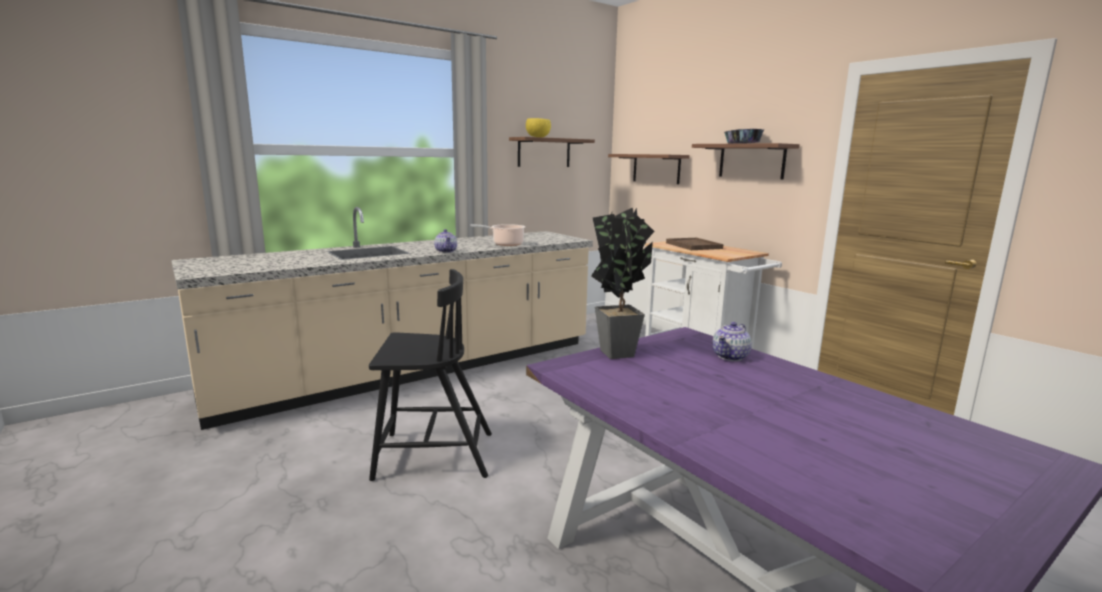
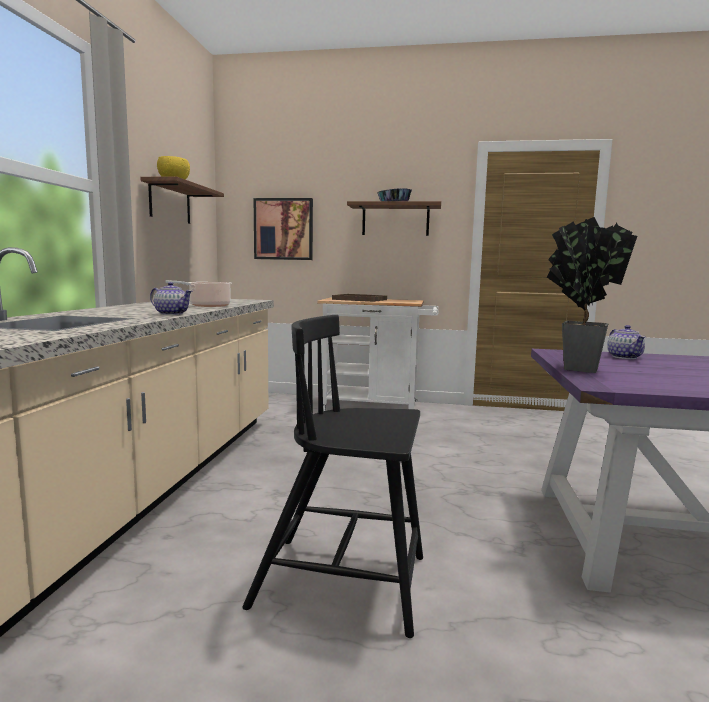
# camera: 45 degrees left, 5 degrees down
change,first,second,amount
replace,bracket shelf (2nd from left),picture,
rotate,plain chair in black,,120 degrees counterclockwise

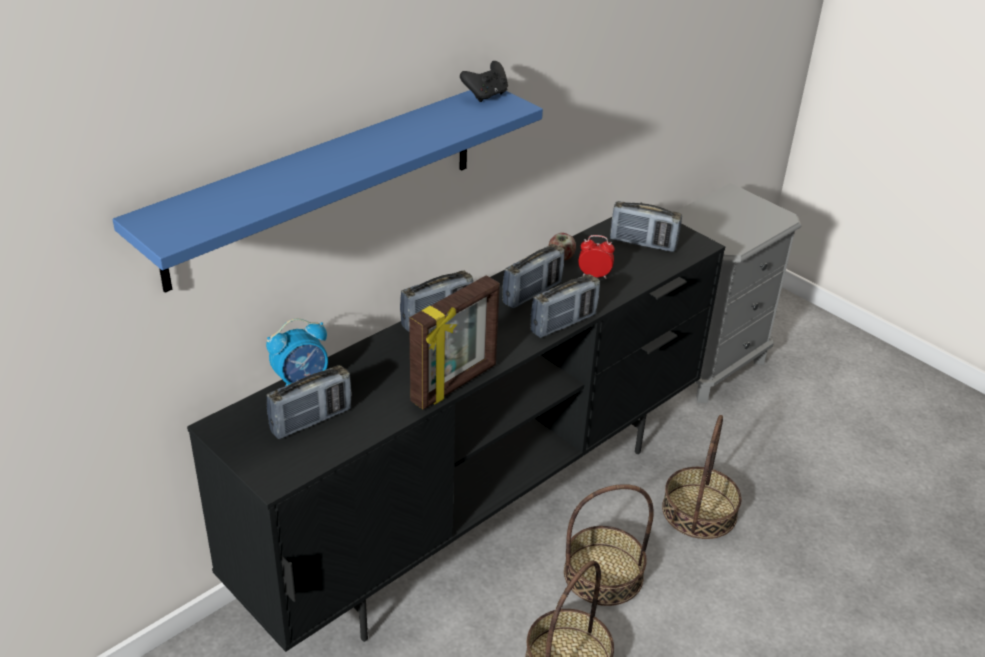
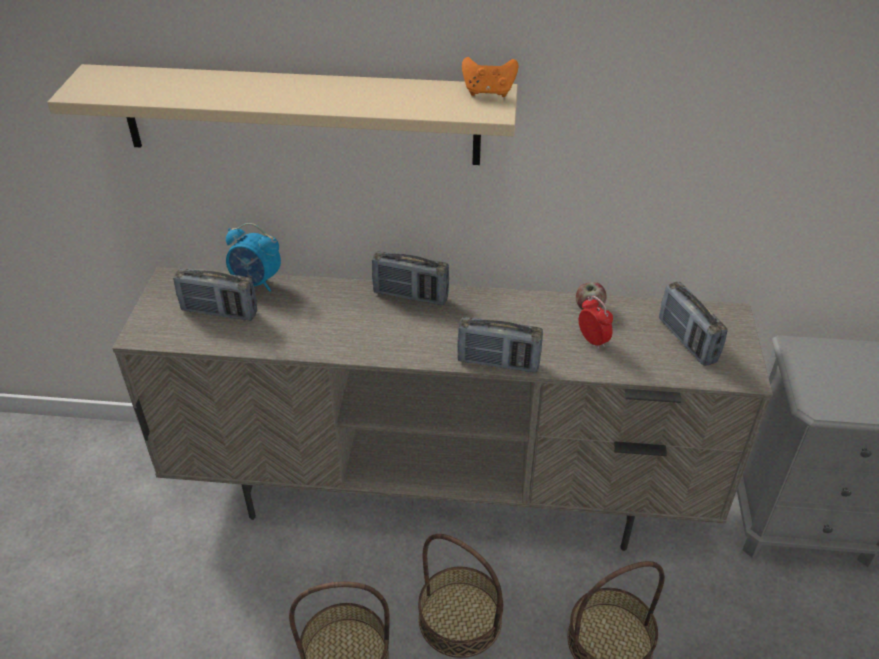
# camera: 50 degrees right, 5 degrees up
change,first,second,amount
recolor,joypad in black,joypad in orange,
recolor,bracket shelf in bluish,bracket shelf in beige,
recolor,tv stand in black,tv stand in beige,
delete,radio (3rd from left),,
delete,picture frame,,

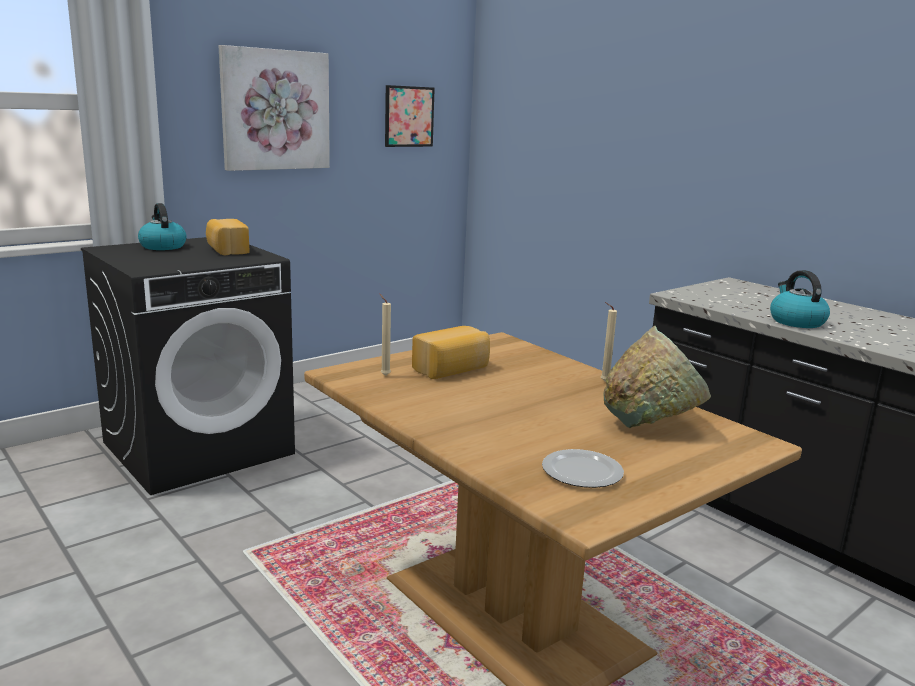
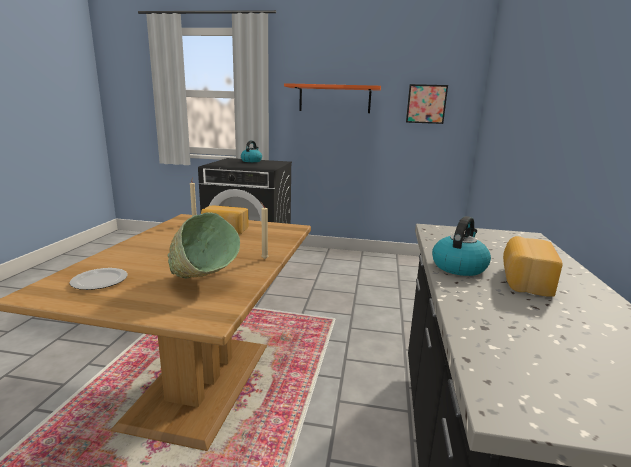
# camera: 50 degrees right, 0 degrees up
change,first,second,amount
replace,picture (1st from left),bracket shelf in orange,
move,baked bread (1st from left in the first image),baked bread (2nd from left),

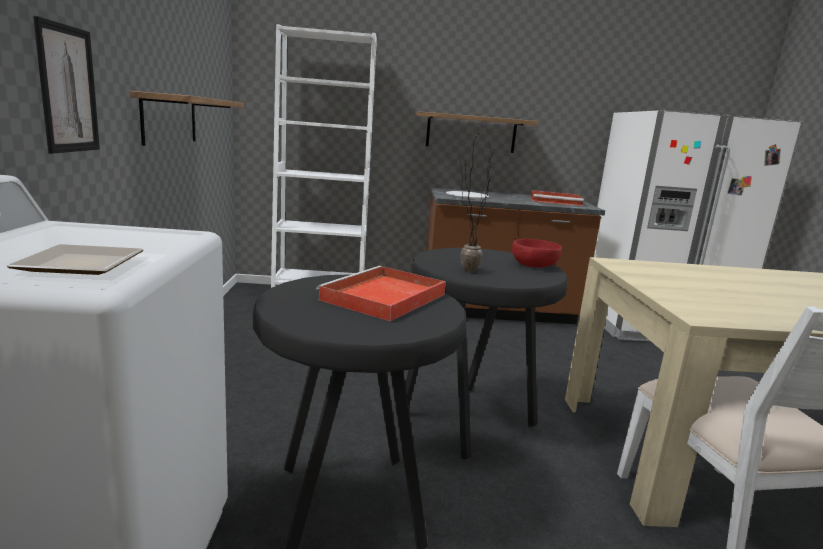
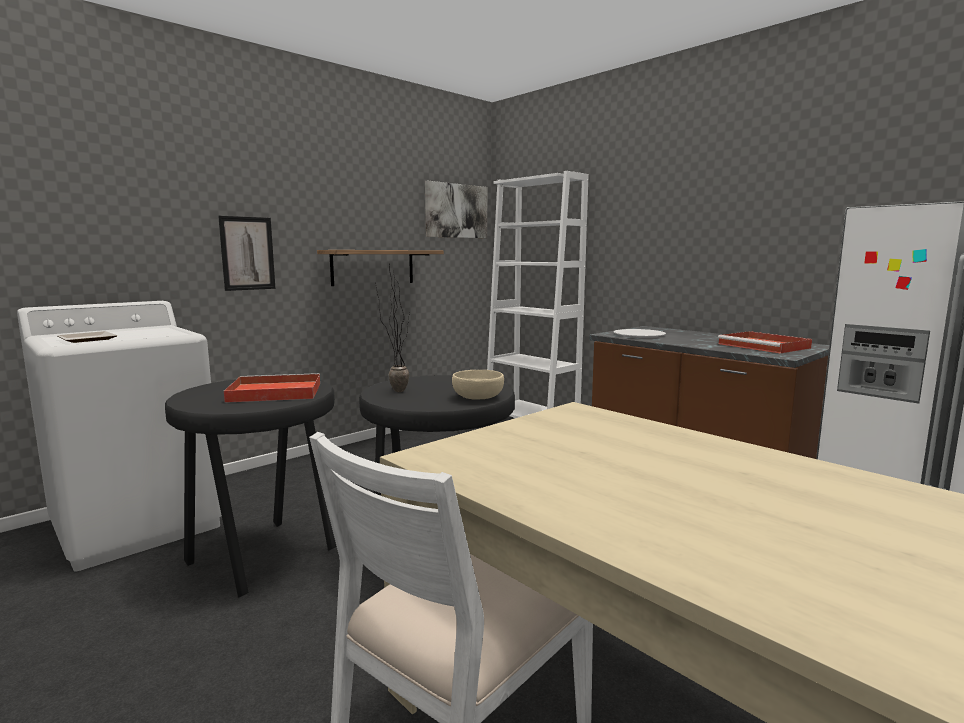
# camera: 50 degrees right, 5 degrees down
change,first,second,amount
delete,bracket shelf (2nd from left),,
recolor,bowl in red,bowl in beige,
insert,,picture (2nd from left),

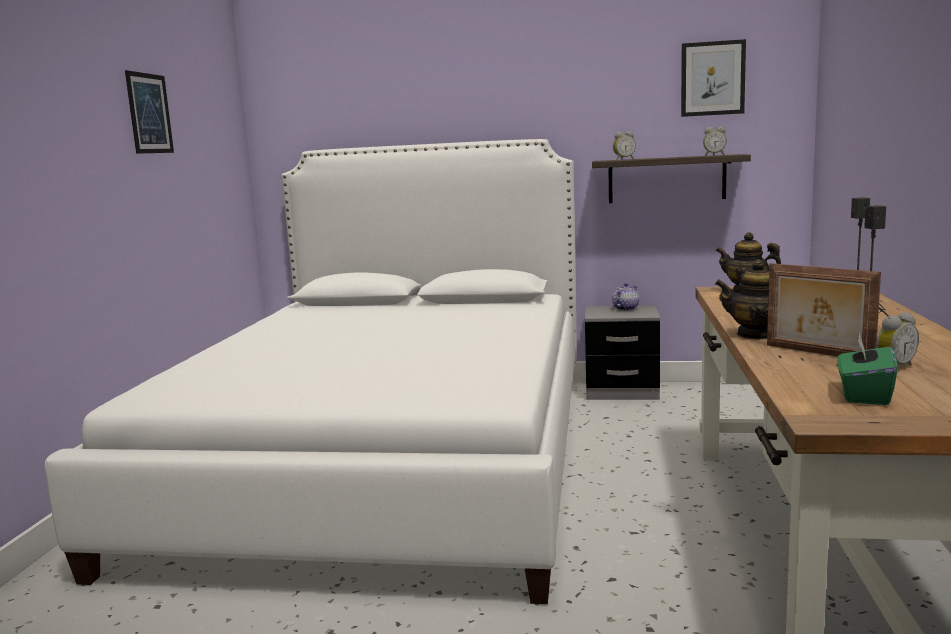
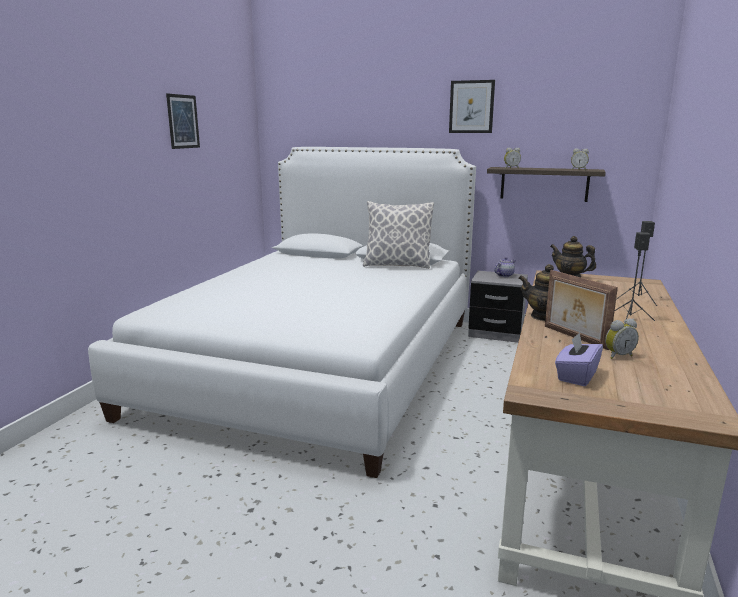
# camera: 10 degrees right, 5 degrees up
change,first,second,amount
move,picture (2nd from left),,
recolor,tissue holder in green-coloured,tissue holder in purplish,
insert,,throw pillow,

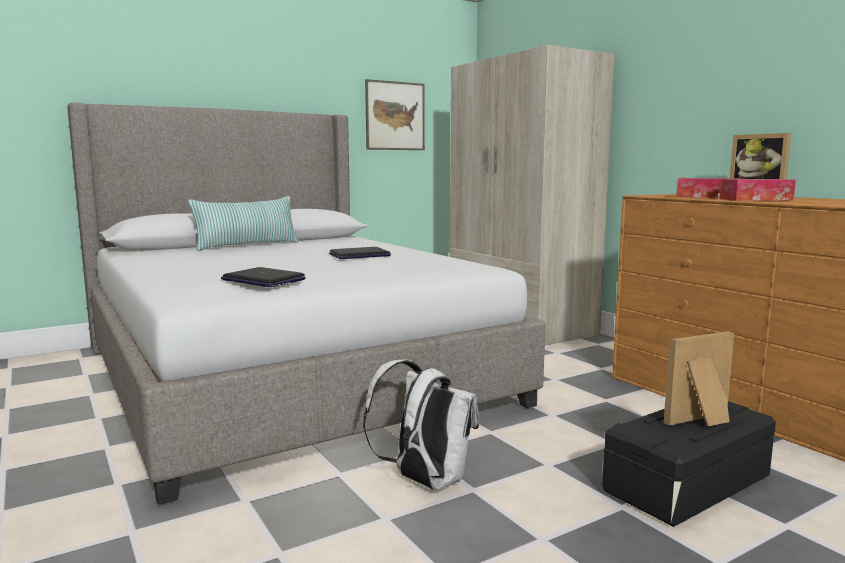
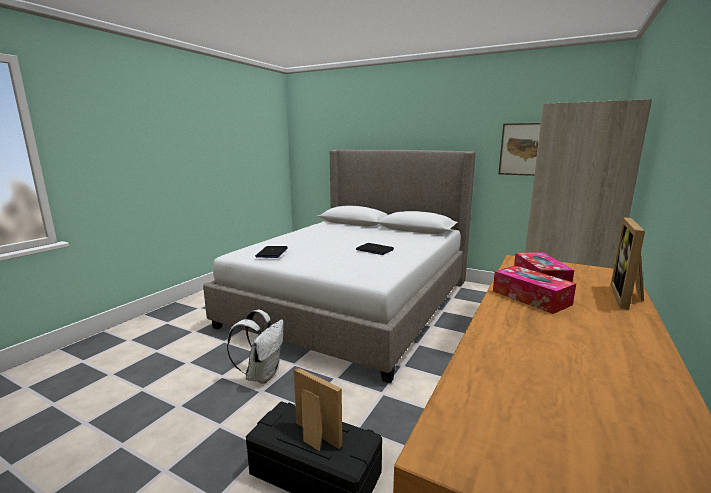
# camera: 60 degrees right, 5 degrees up
change,first,second,amount
delete,throw pillow,,

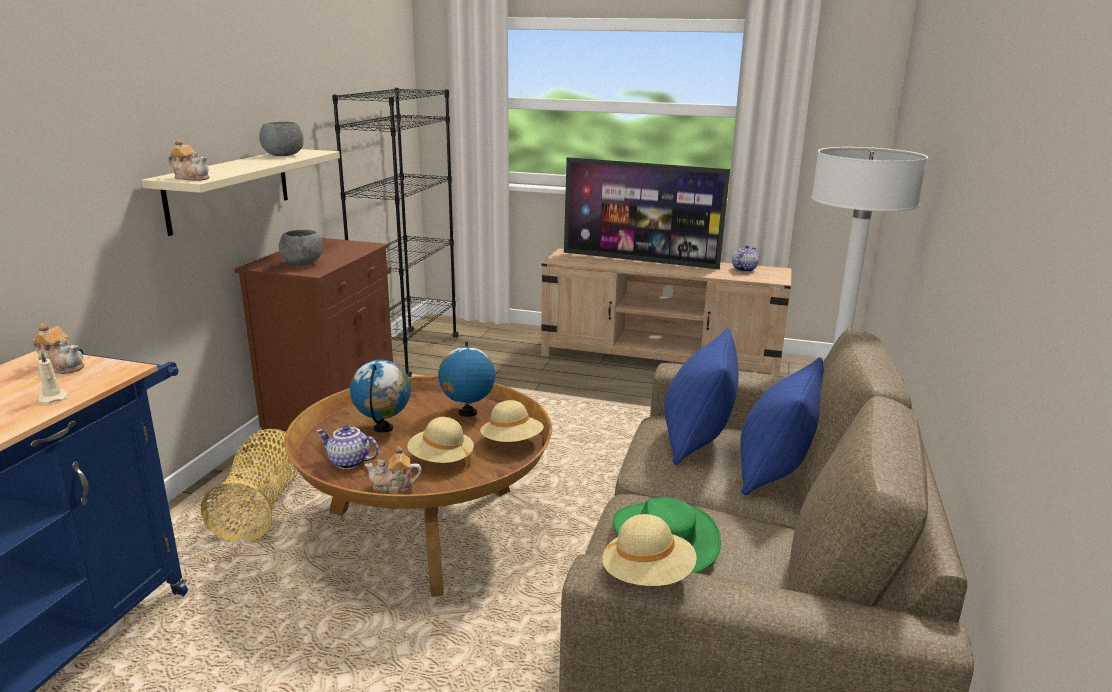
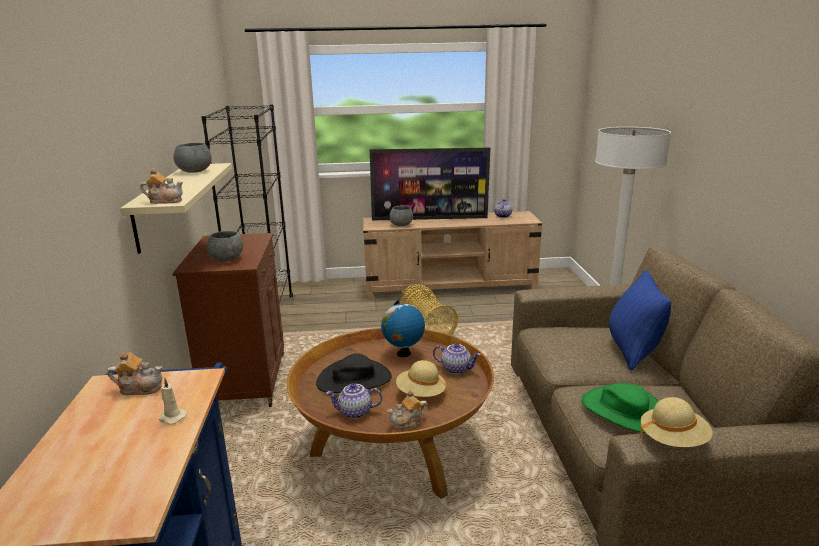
# camera: 20 degrees left, 0 degrees up
change,first,second,amount
delete,throw pillow in bluish (1st from left),,
replace,globe (1st from left),clothing hat in black,
replace,clothing hat in beige (2nd from left),tea pot (5th from left),
move,basket,,
insert,,bowl in greyish (3rd from left),

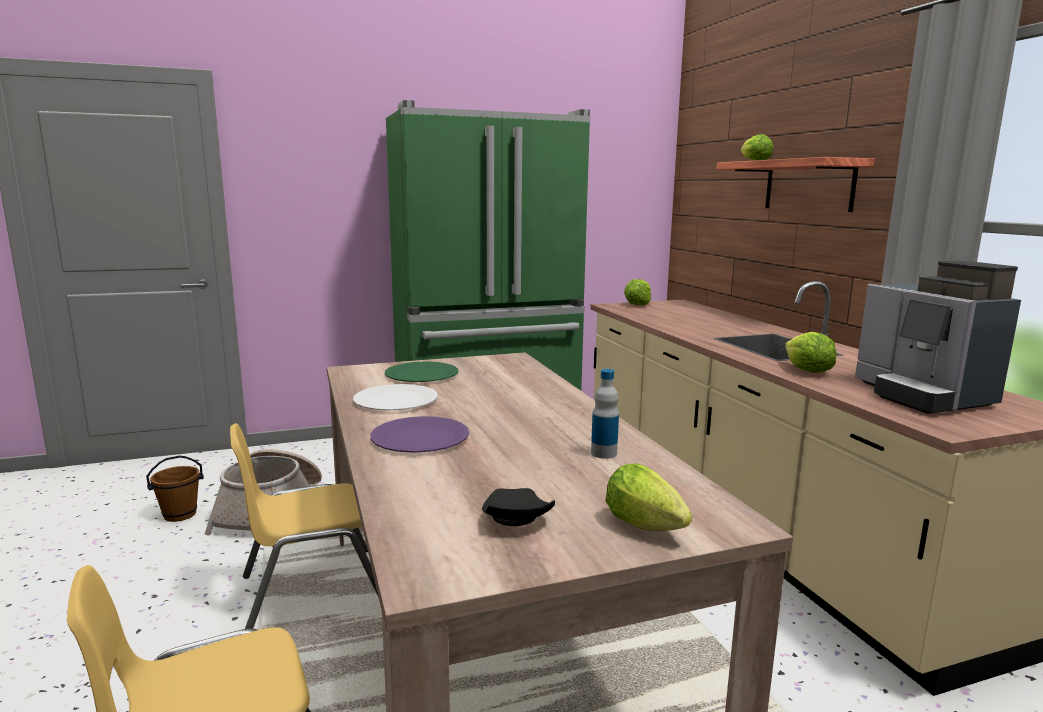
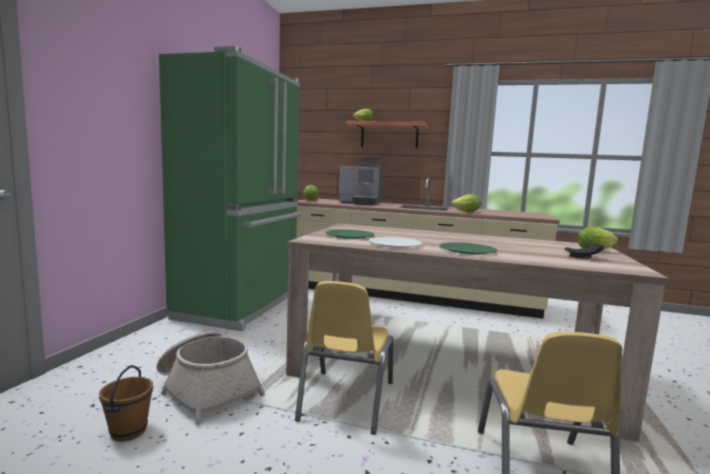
# camera: 55 degrees left, 5 degrees down
change,first,second,amount
move,coffee machine,,
delete,bottle,,
recolor,flat dish in purplish,flat dish in green-coloured (2nd from left),

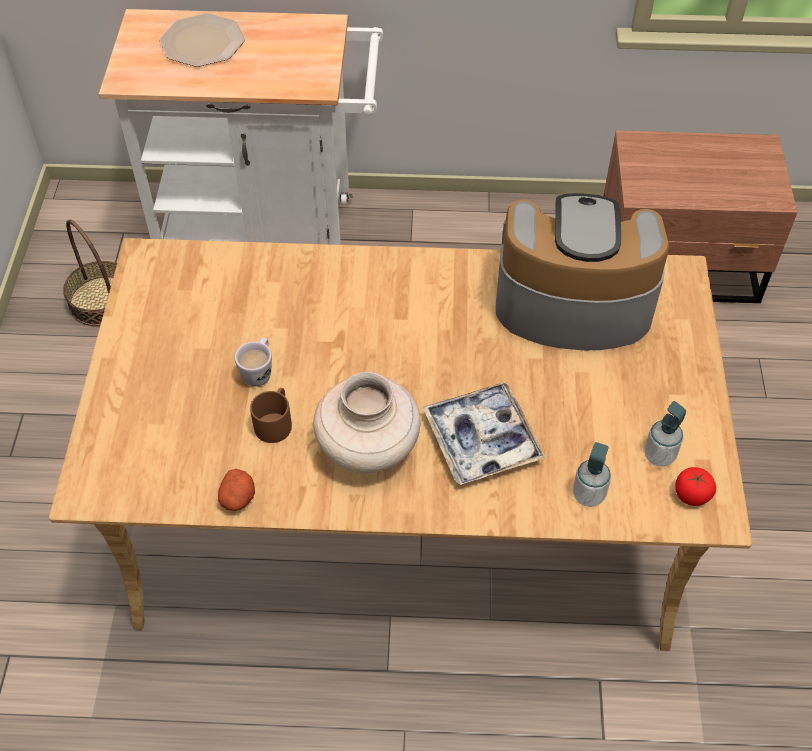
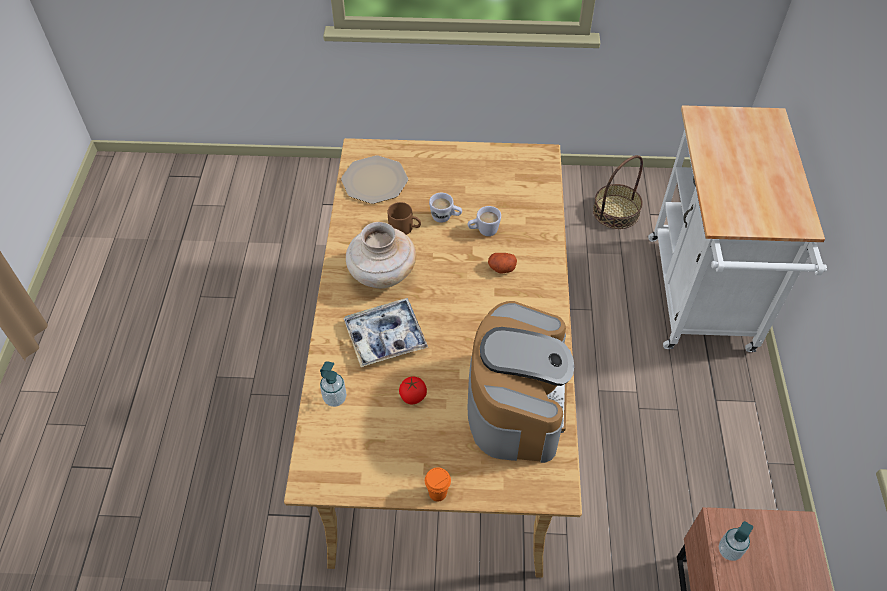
# camera: 90 degrees right, 0 degrees up
change,first,second,amount
move,flat dish,,
move,soap bottle (2nd from left),,
move,tomato,,
move,spud,,
insert,,tea mug in white-coloured (2nd from left),
insert,,cup in orange,

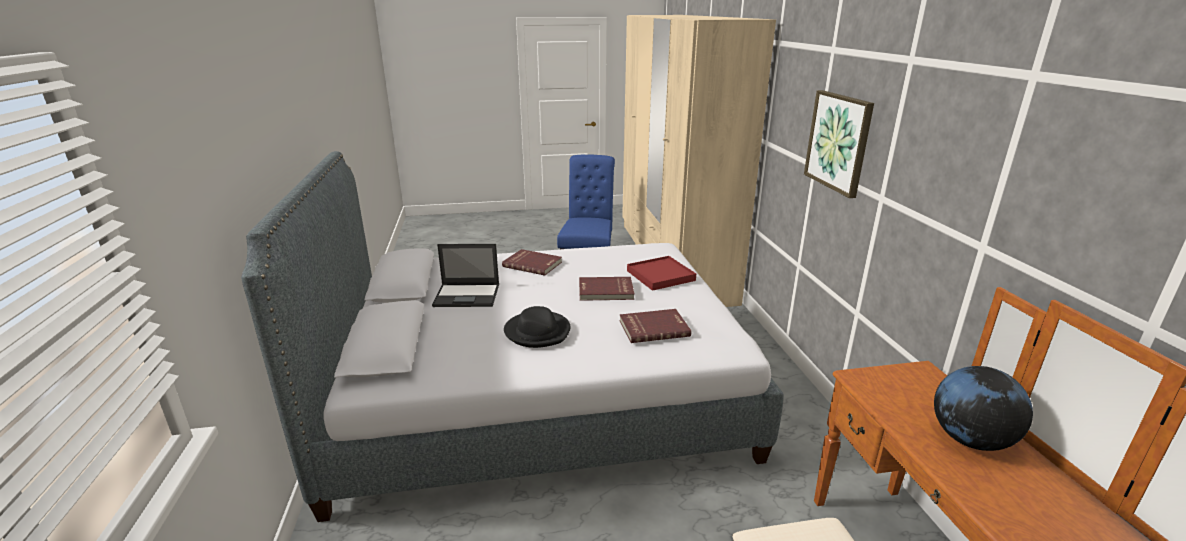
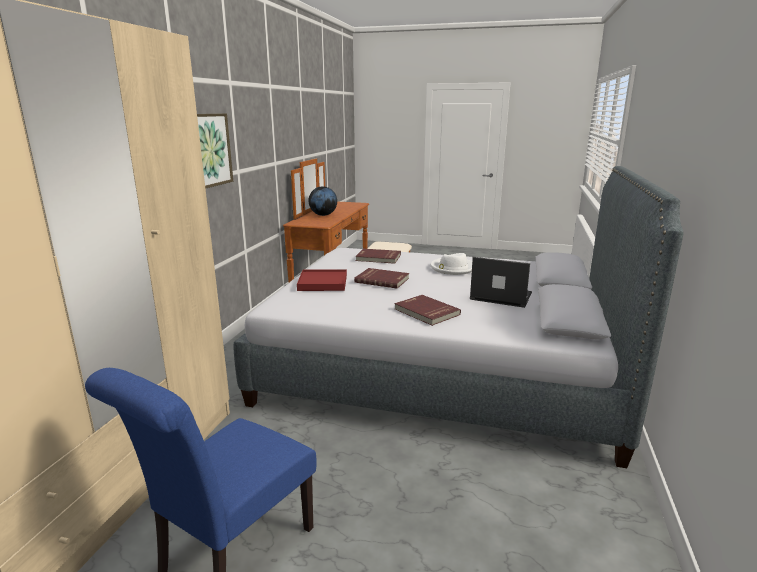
# camera: 155 degrees left, 5 degrees down
change,first,second,amount
recolor,clothing hat in black,clothing hat in white-coloured,

